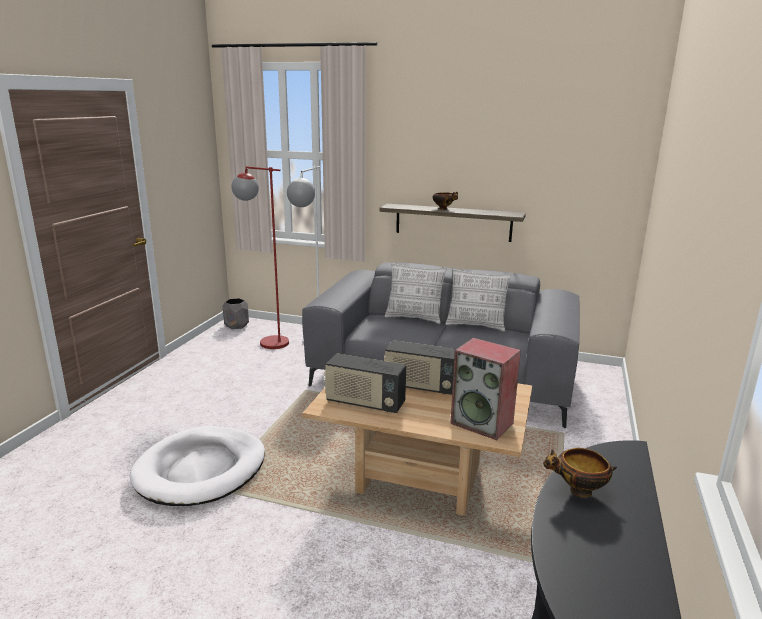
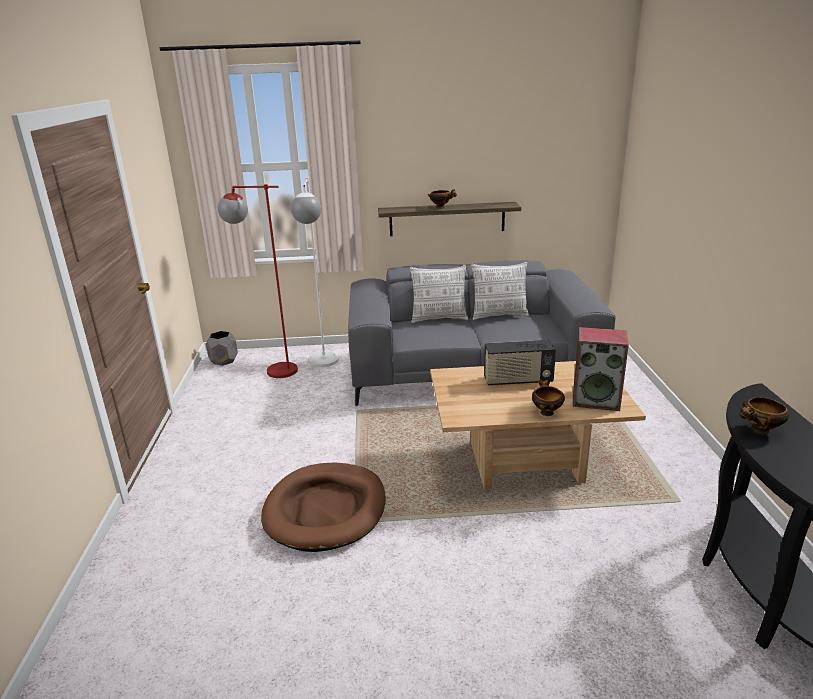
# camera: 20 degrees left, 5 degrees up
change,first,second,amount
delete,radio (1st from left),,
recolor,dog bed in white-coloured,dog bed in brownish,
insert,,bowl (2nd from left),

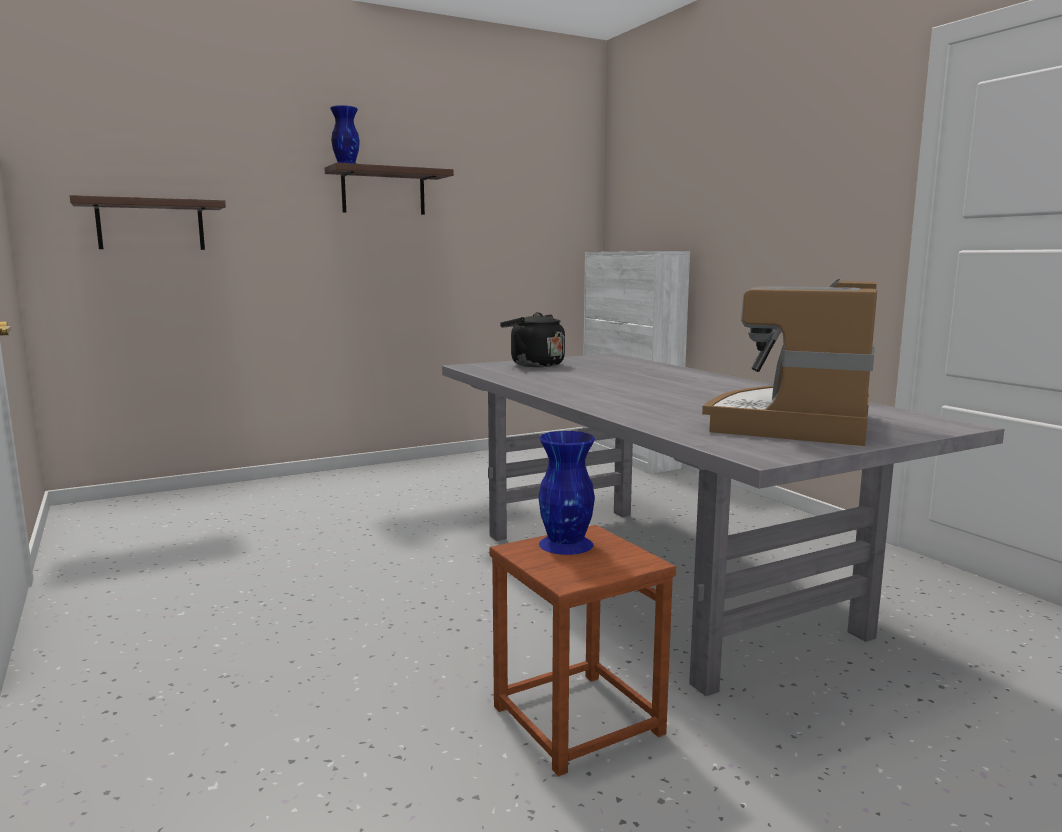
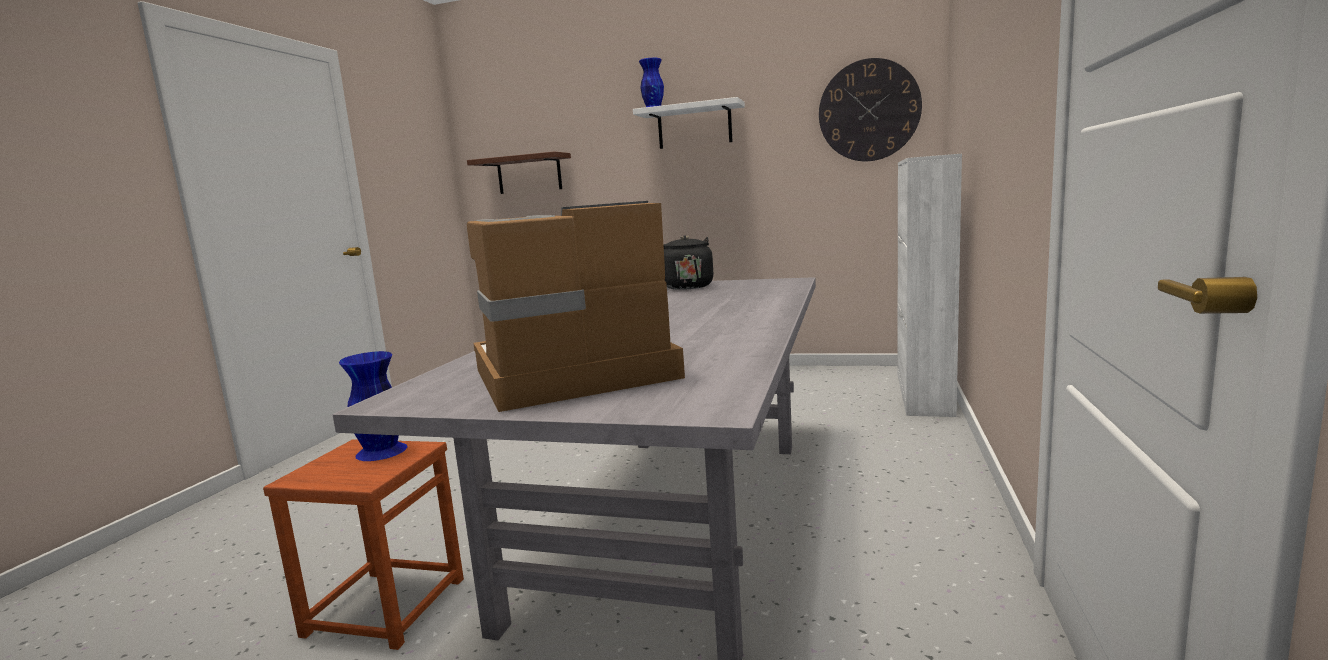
# camera: 45 degrees right, 0 degrees up
change,first,second,amount
recolor,bracket shelf in brownish (2nd from left),bracket shelf in white-coloured,
insert,,hanging clock,

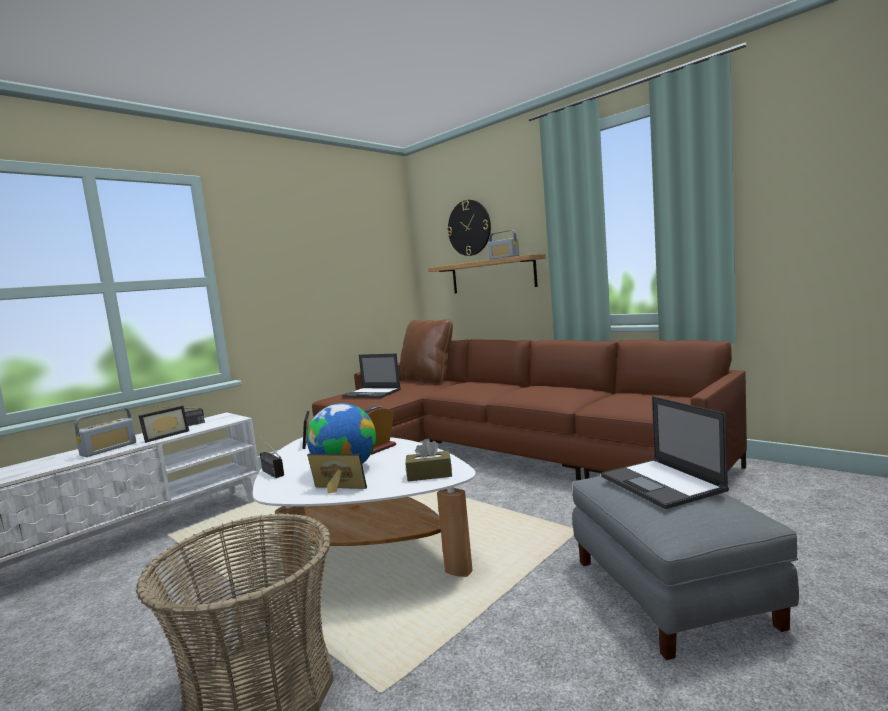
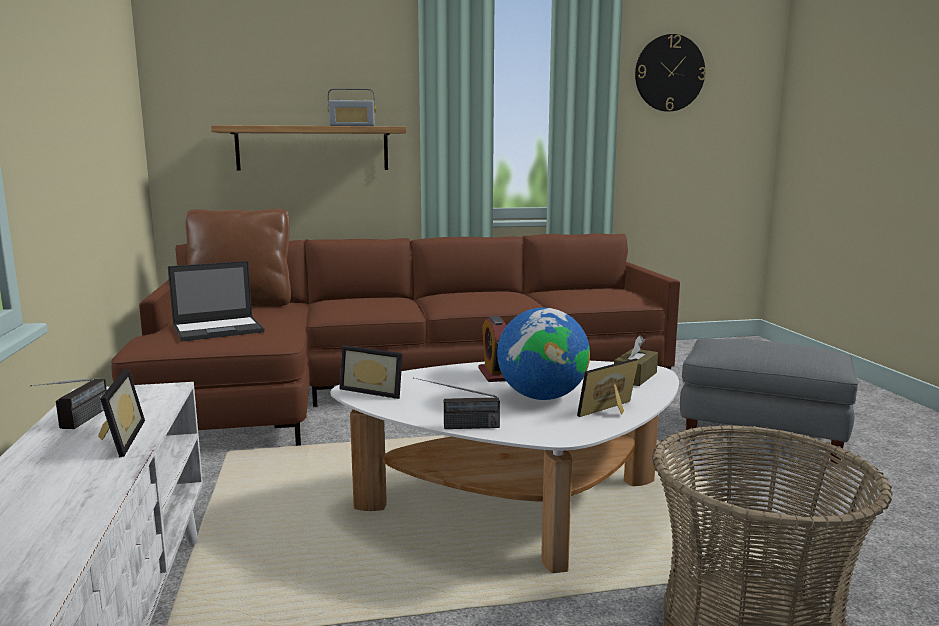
# camera: 55 degrees left, 5 degrees up
change,first,second,amount
move,hanging clock,,
delete,portable computer (2nd from left),,
delete,radio (1st from left),,

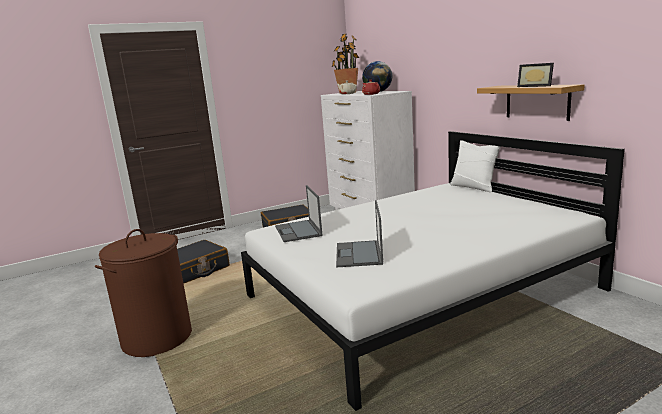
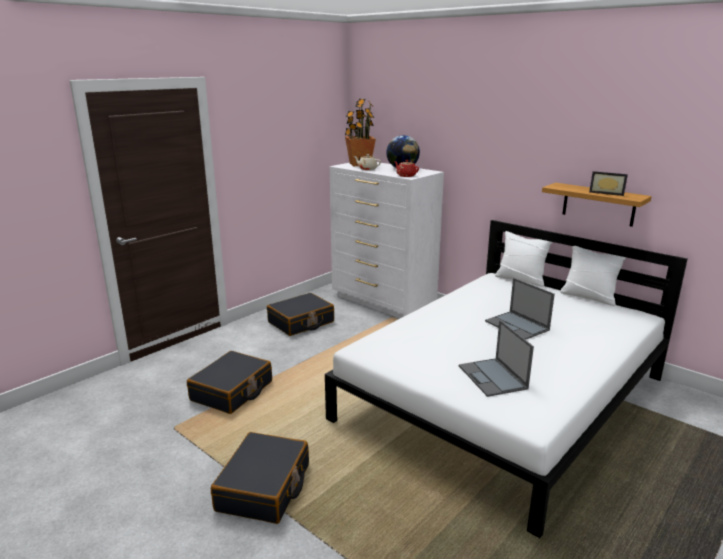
# camera: 20 degrees left, 5 degrees up
change,first,second,amount
move,portable computer (1st from left in the first image),portable computer (2nd from left),
replace,hamper in brownish,travel case in black (2nd from left),
insert,,throw pillow in white-coloured (2nd from left),

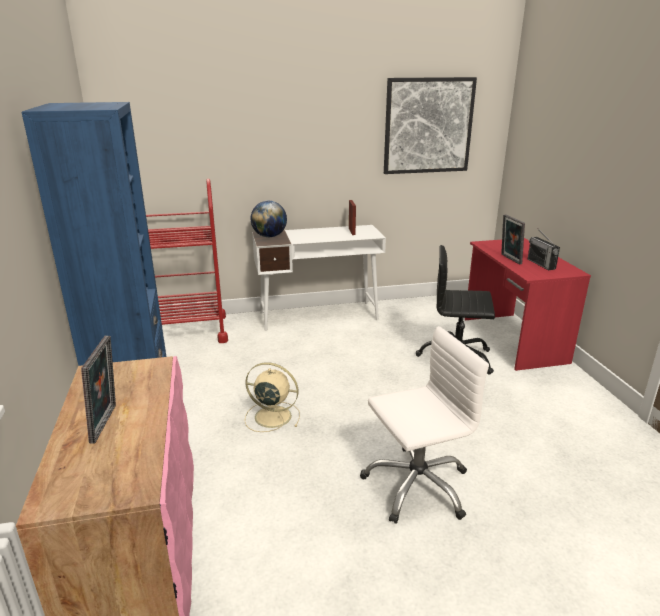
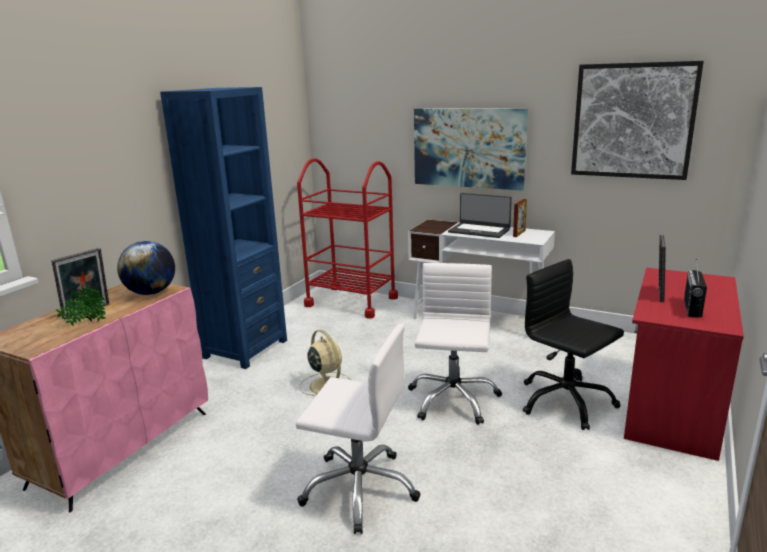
# camera: 40 degrees right, 5 degrees down
change,first,second,amount
move,globe,,
insert,,picture (1st from left),
insert,,portable computer,
insert,,office chair in white-coloured (2nd from left),
insert,,potted plant,

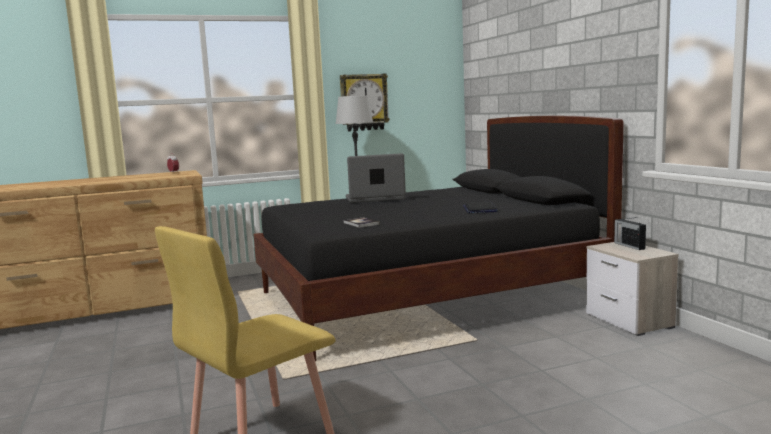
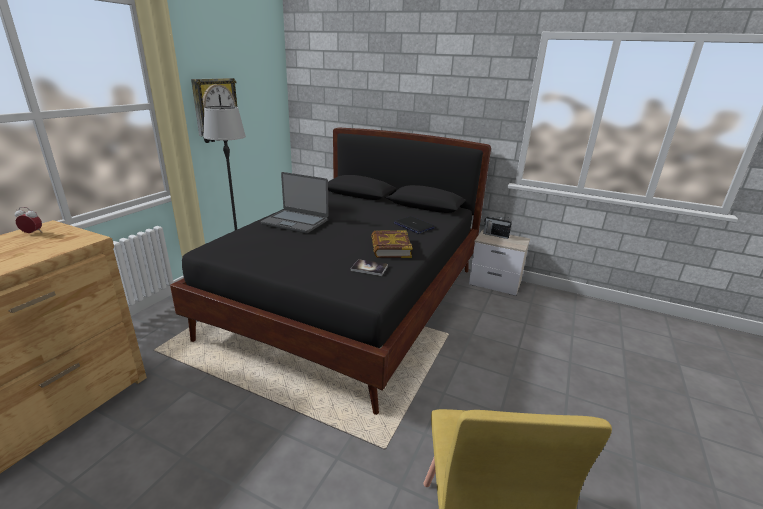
# camera: 45 degrees left, 15 degrees up
change,first,second,amount
rotate,portable computer (1st from left),,105 degrees counterclockwise
insert,,book (2nd from left),

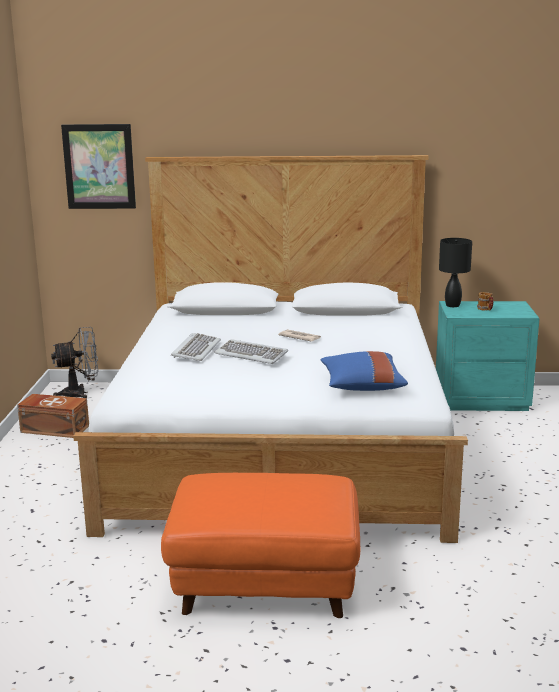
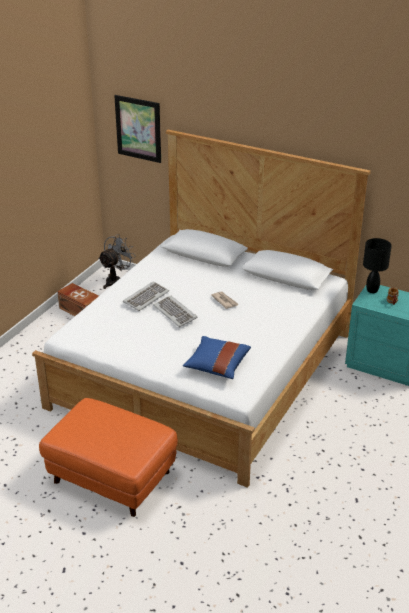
# camera: 25 degrees right, 15 degrees up
change,first,second,amount
rotate,cooling fan in greyish,,60 degrees counterclockwise

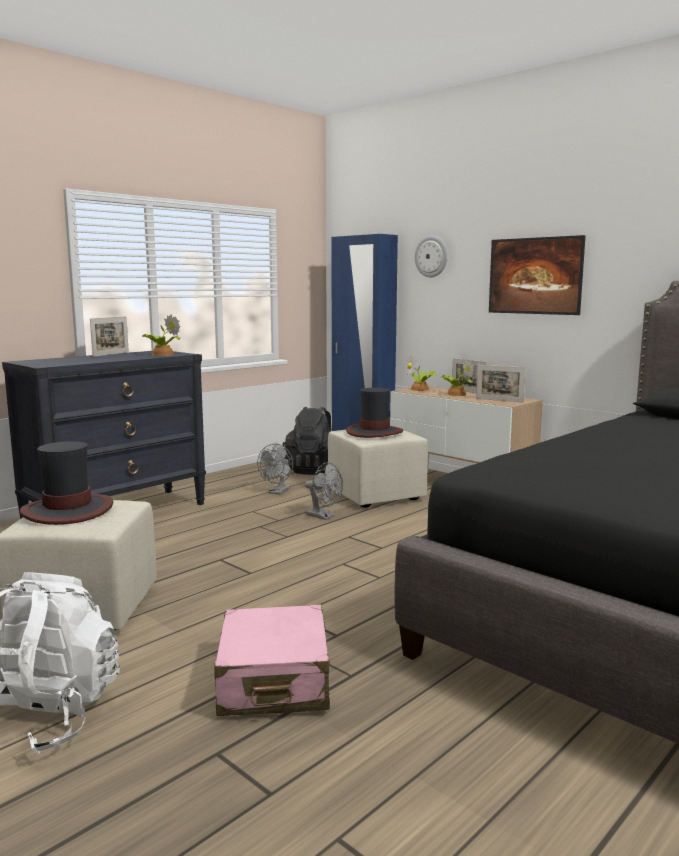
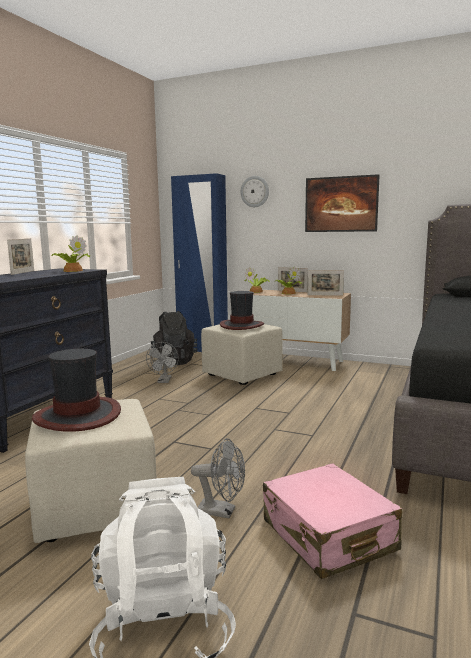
# camera: 20 degrees left, 0 degrees up
change,first,second,amount
move,cooling fan in greyish (2nd from left),,

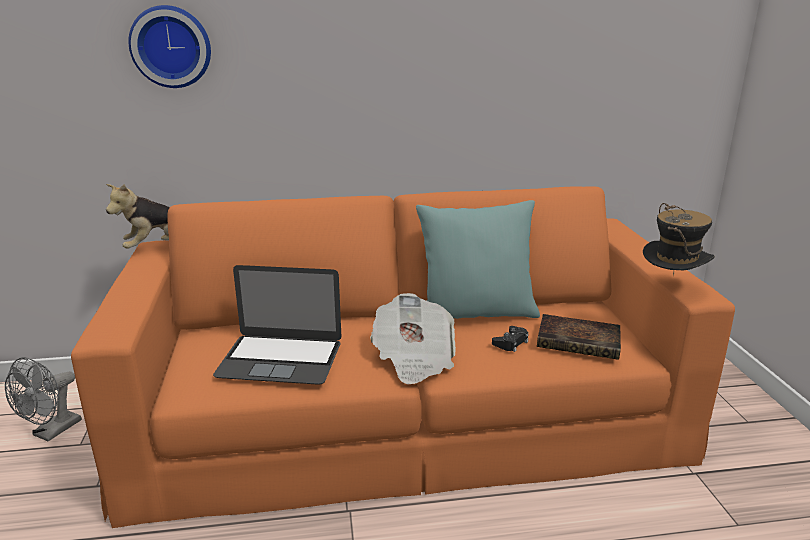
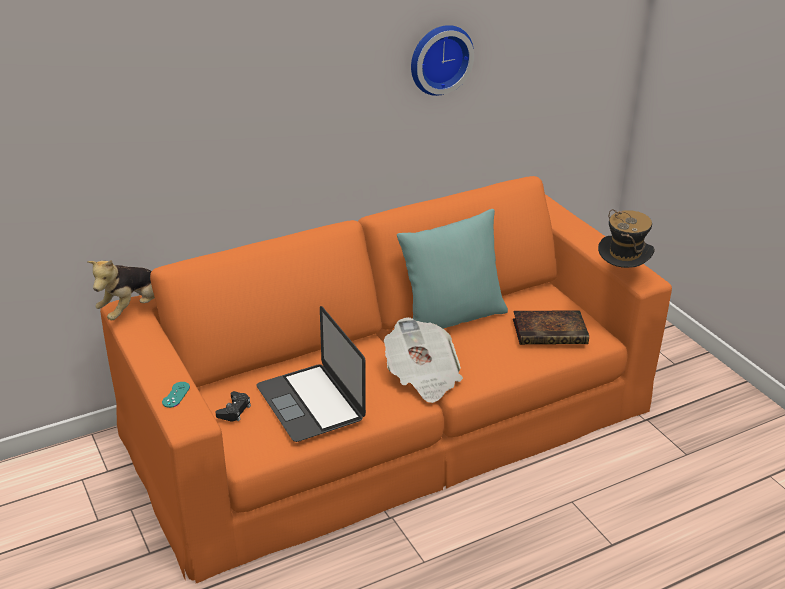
# camera: 20 degrees left, 10 degrees up
change,first,second,amount
move,hanging clock,,
rotate,portable computer,,75 degrees clockwise
move,joypad in black,,
delete,cooling fan in greyish,,
insert,,joypad in blue-green,

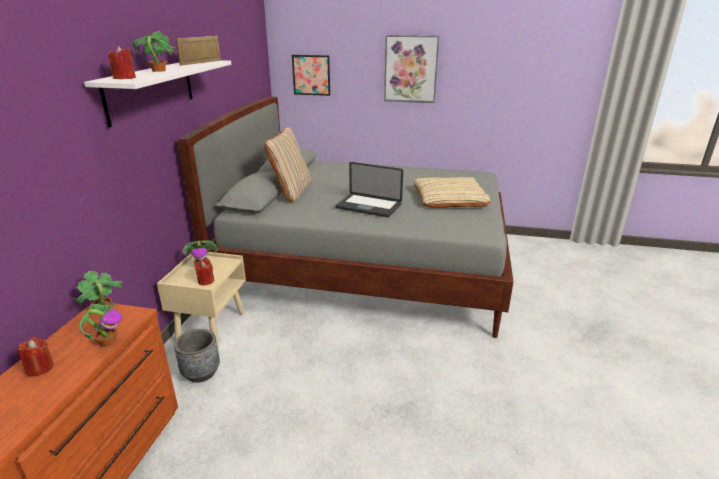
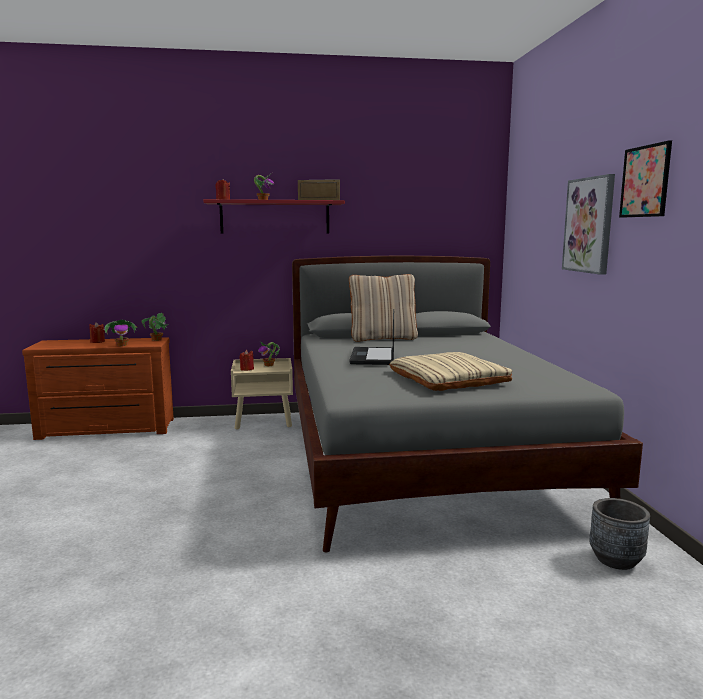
# camera: 70 degrees right, 15 degrees down
change,first,second,amount
move,picture (1st from left in the first image),picture (2nd from left),
recolor,bracket shelf in white-coloured,bracket shelf in red,
move,planter in greyish,,

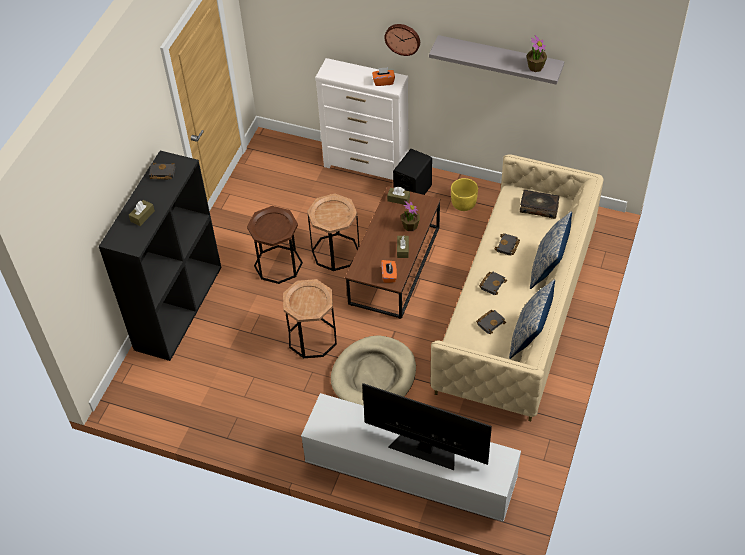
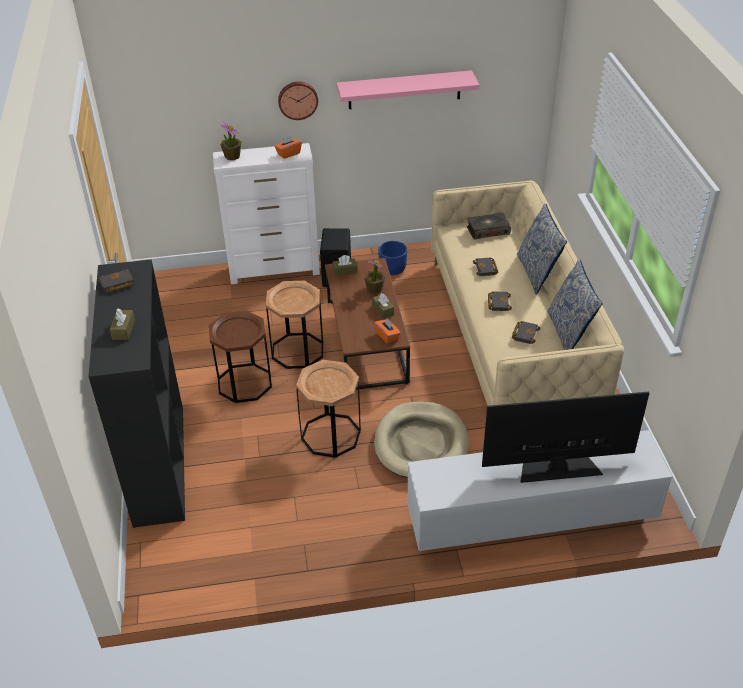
# camera: 30 degrees left, 10 degrees down
change,first,second,amount
recolor,bracket shelf in greyish,bracket shelf in pink-coloured,
move,potted plant (2nd from left in the first image),potted plant (1st from left),
recolor,planter in yellowish,planter in bluish,

